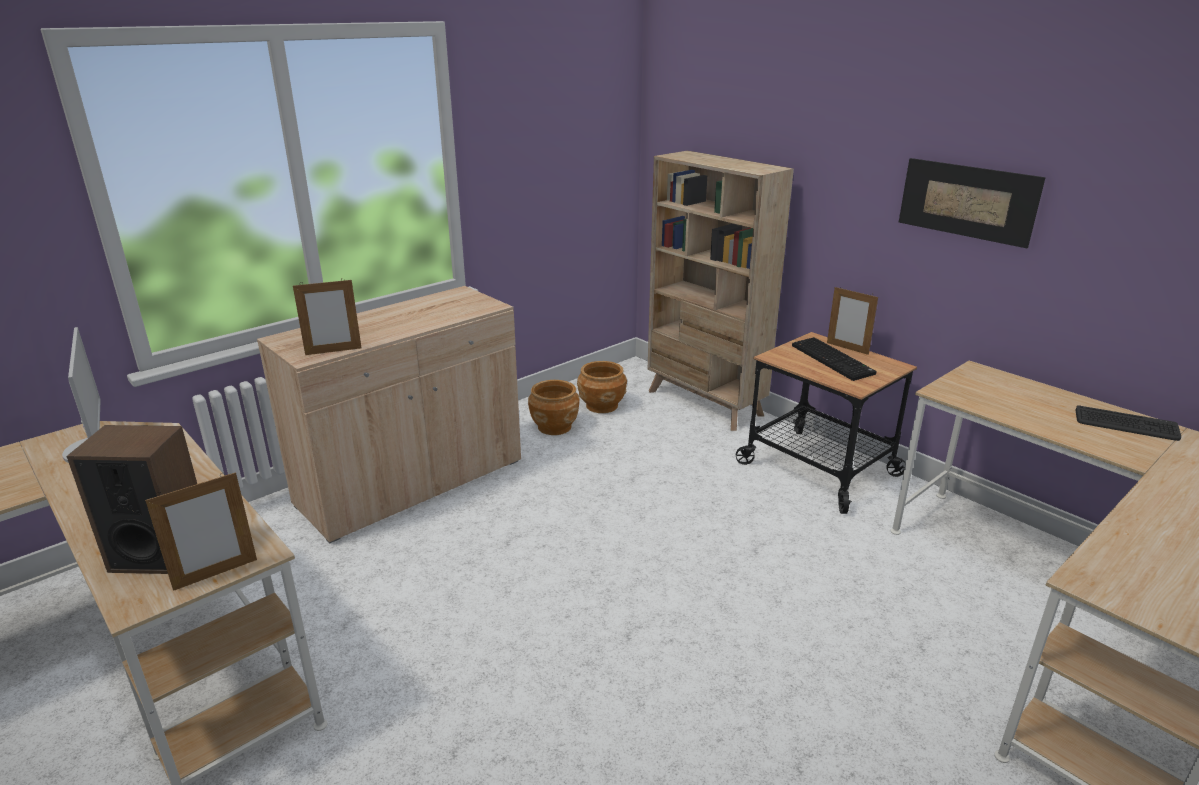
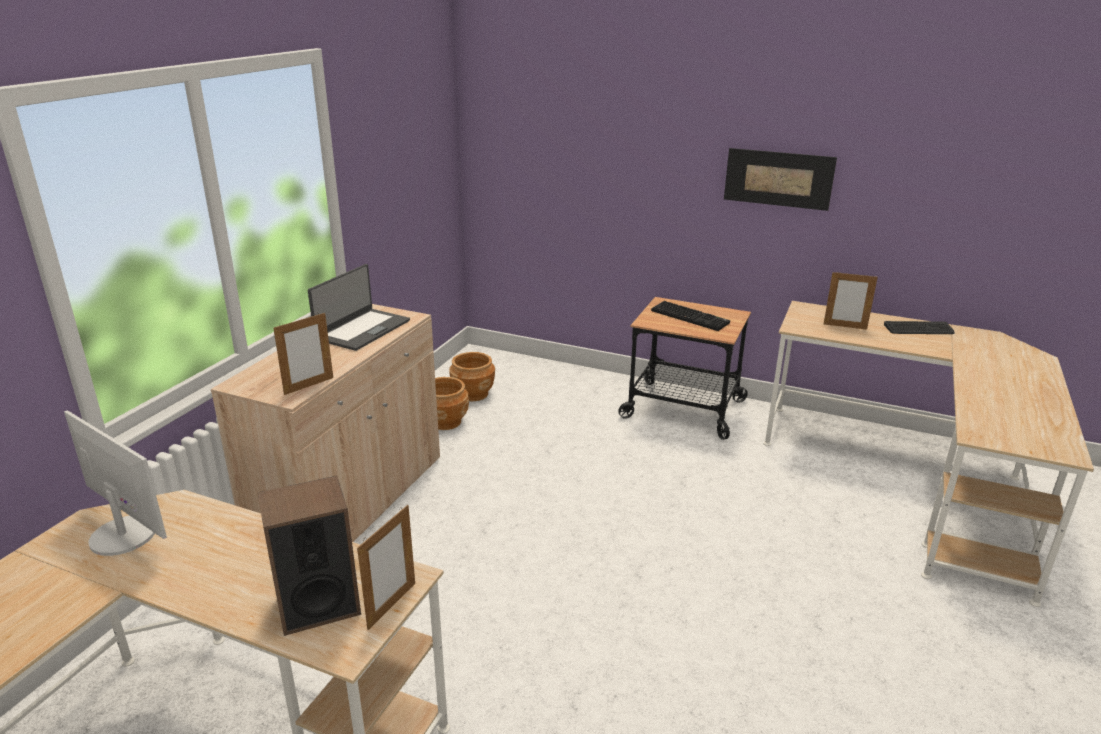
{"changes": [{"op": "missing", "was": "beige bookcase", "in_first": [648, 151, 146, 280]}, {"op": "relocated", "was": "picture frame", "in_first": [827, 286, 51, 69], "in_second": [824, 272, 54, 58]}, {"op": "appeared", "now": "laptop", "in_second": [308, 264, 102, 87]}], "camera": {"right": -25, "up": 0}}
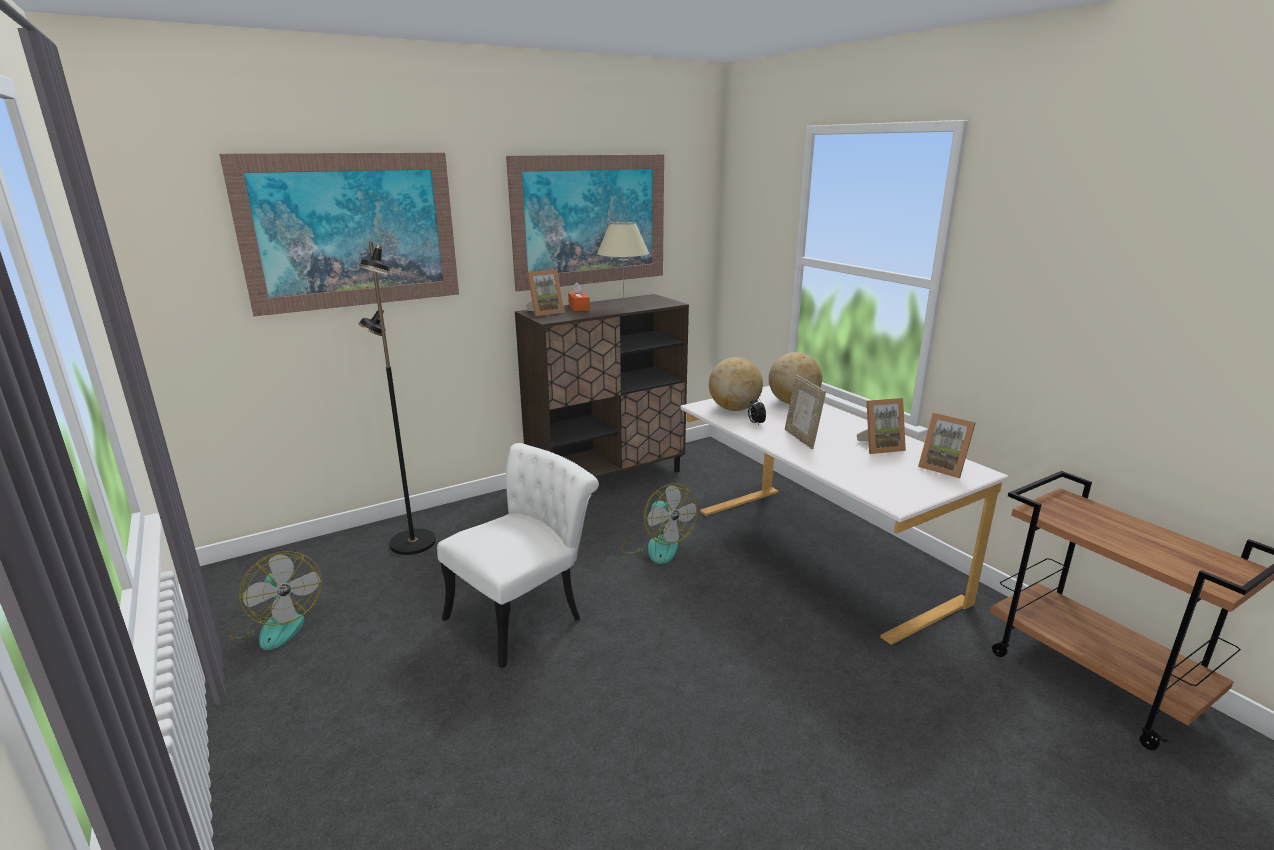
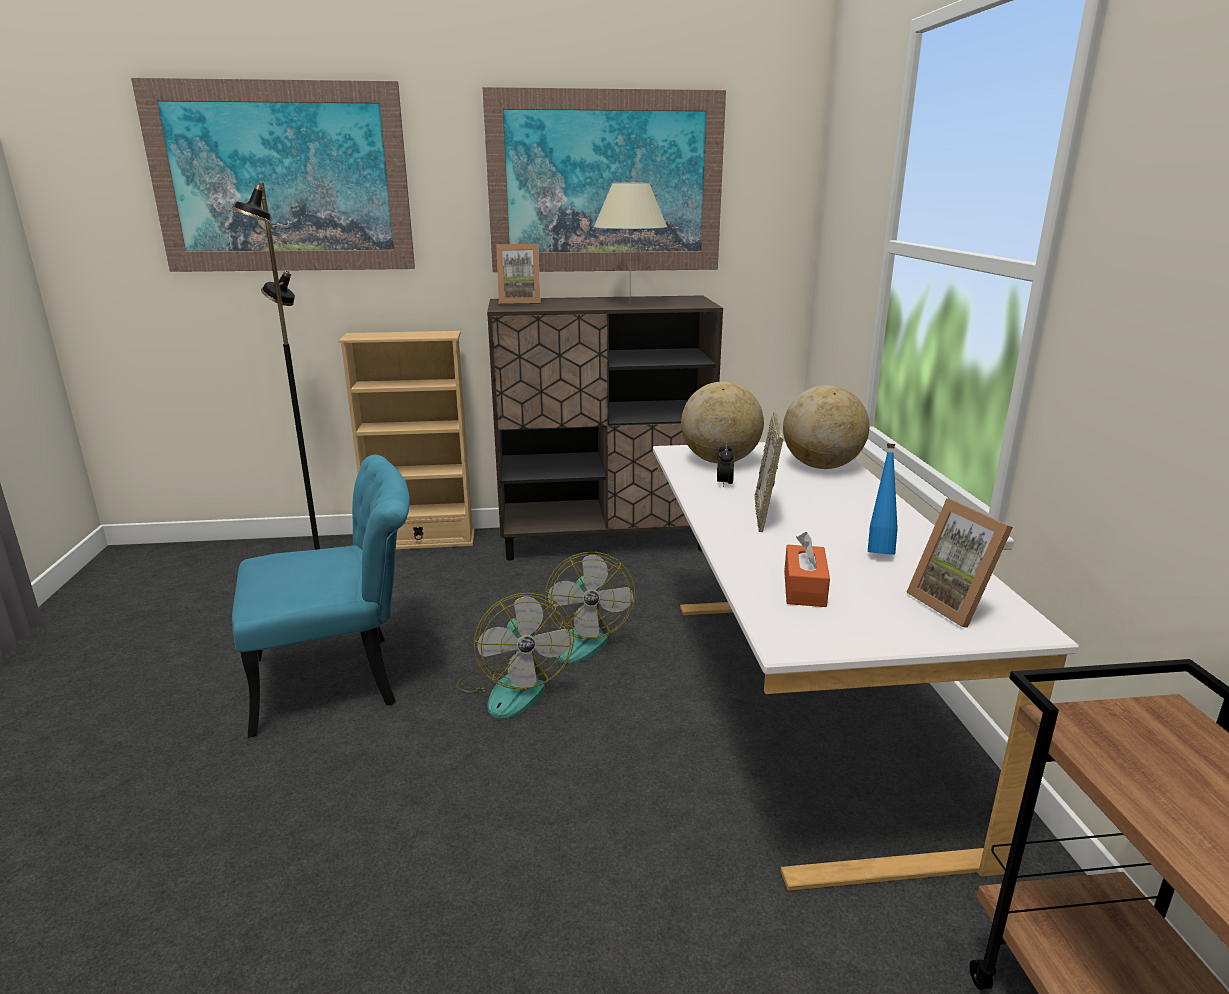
{"changes": [{"op": "relocated", "was": "fan", "in_first": [228, 551, 94, 99], "in_second": [456, 593, 118, 126]}, {"op": "colour", "was": "white chair", "now": "turquoise chair", "in_first": [437, 443, 162, 226], "in_second": [232, 455, 178, 283]}, {"op": "relocated", "was": "orange tissue box", "in_first": [568, 282, 22, 29], "in_second": [784, 532, 46, 75]}, {"op": "exchanged", "was": "picture frame", "now": "blue bottle", "in_first": [857, 398, 49, 56], "in_second": [868, 444, 30, 111]}, {"op": "appeared", "now": "beige bookcase", "in_second": [338, 331, 137, 219]}], "camera": {"right": 25, "up": 0}}
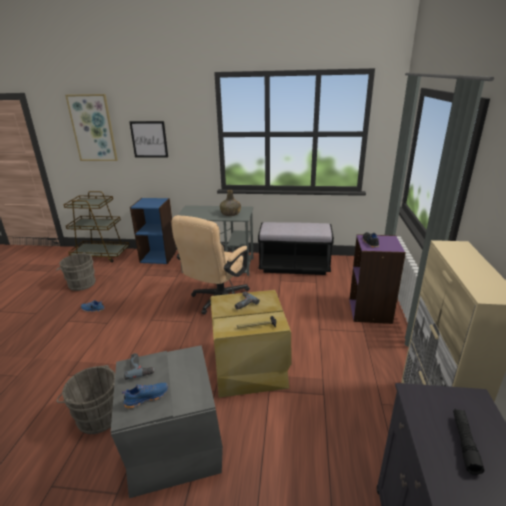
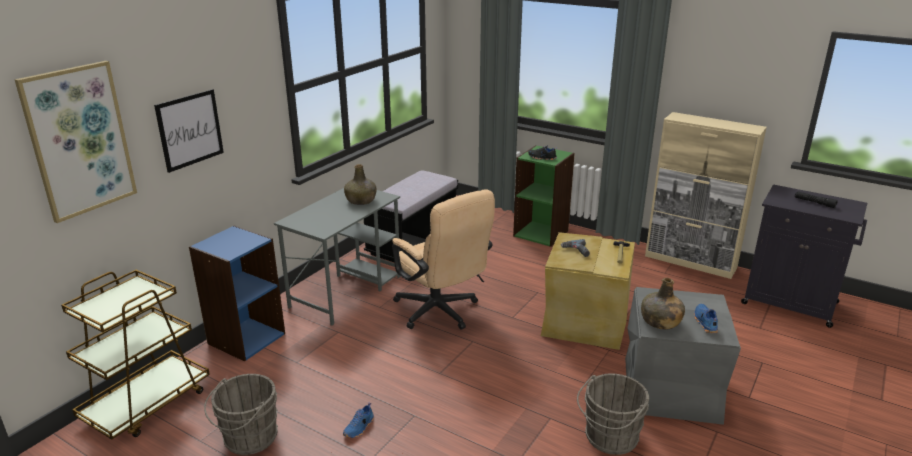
{"changes": [{"op": "exchanged", "was": "power drill", "now": "green bottle", "in_first": [124, 353, 31, 27], "in_second": [641, 277, 44, 52]}, {"op": "colour", "was": "purple bookcase", "now": "green bookcase", "in_first": [349, 234, 57, 90], "in_second": [513, 145, 62, 102]}], "camera": {"right": -65, "up": 0}}
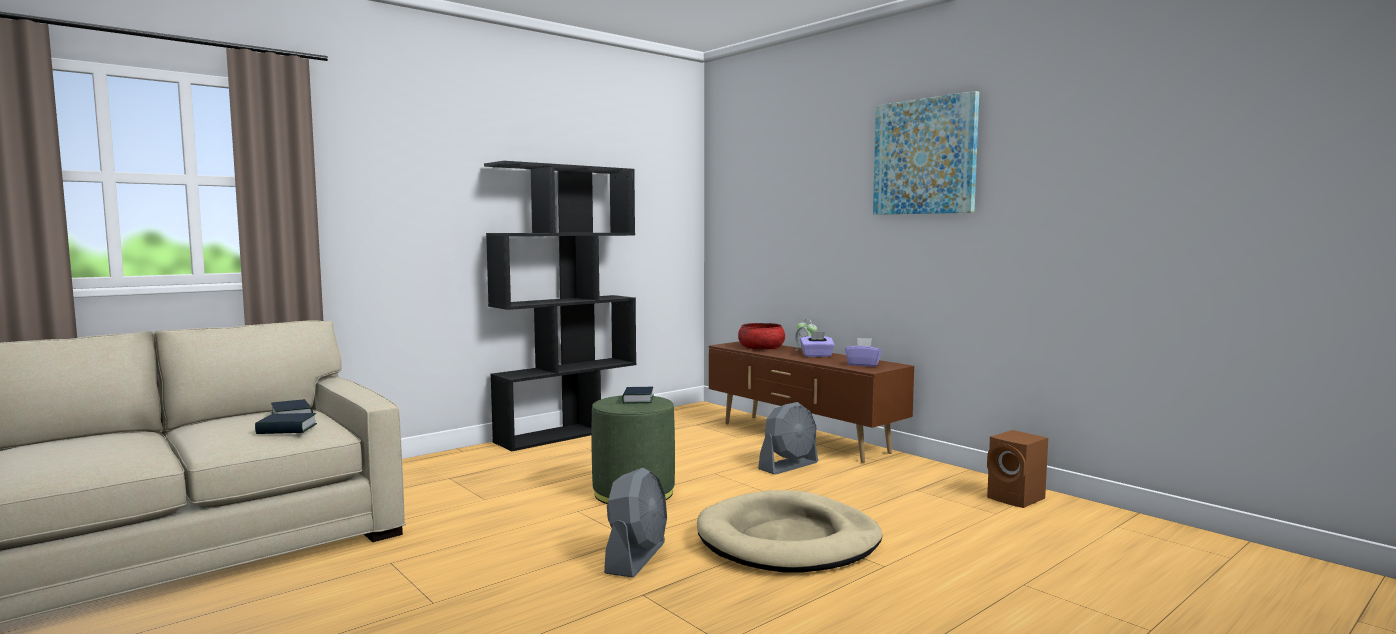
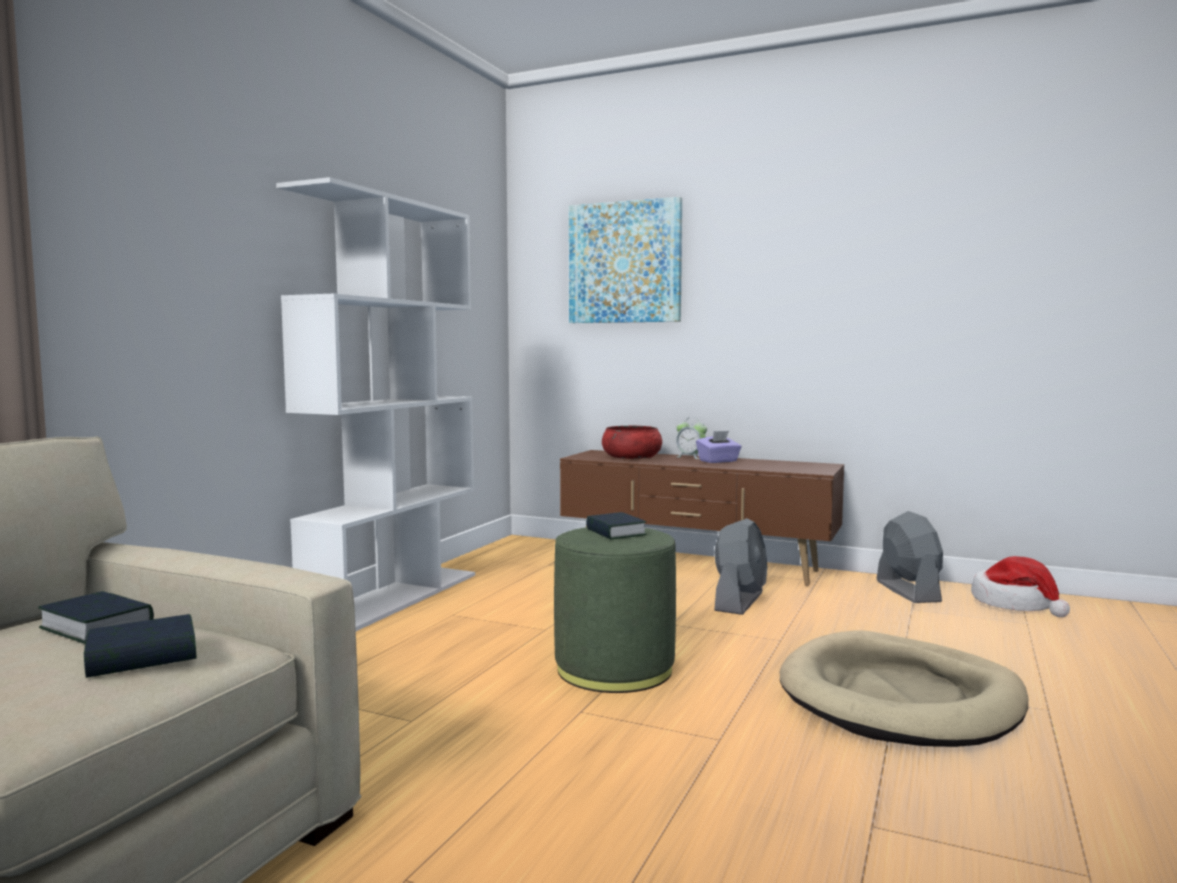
{"changes": [{"op": "colour", "was": "black bookcase", "now": "white bookcase", "in_first": [484, 161, 152, 290], "in_second": [276, 177, 199, 454]}, {"op": "relocated", "was": "grey fan", "in_first": [604, 468, 63, 110], "in_second": [877, 511, 66, 92]}, {"op": "missing", "was": "purple tissue box", "in_first": [845, 338, 37, 29]}, {"op": "relocated", "was": "picture", "in_first": [873, 91, 106, 124], "in_second": [569, 197, 113, 126]}, {"op": "exchanged", "was": "brown speaker", "now": "hat", "in_first": [987, 430, 61, 78], "in_second": [971, 556, 99, 61]}], "camera": {"right": -25, "up": 0}}
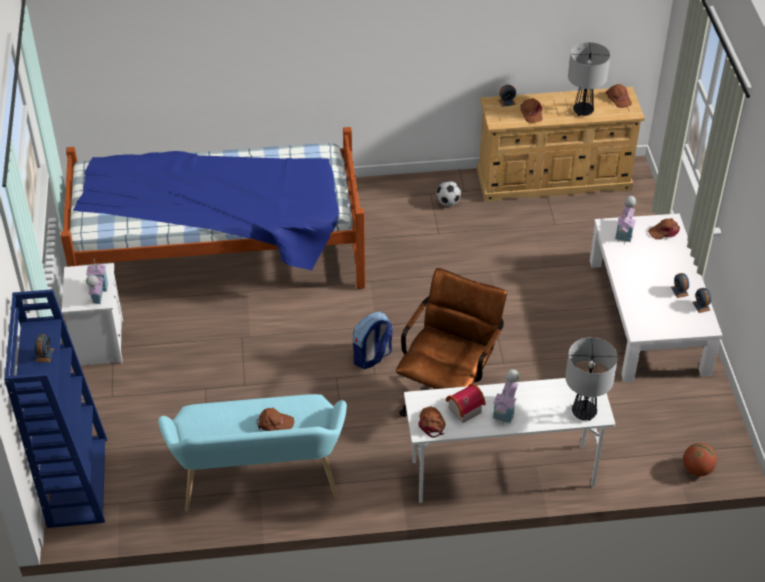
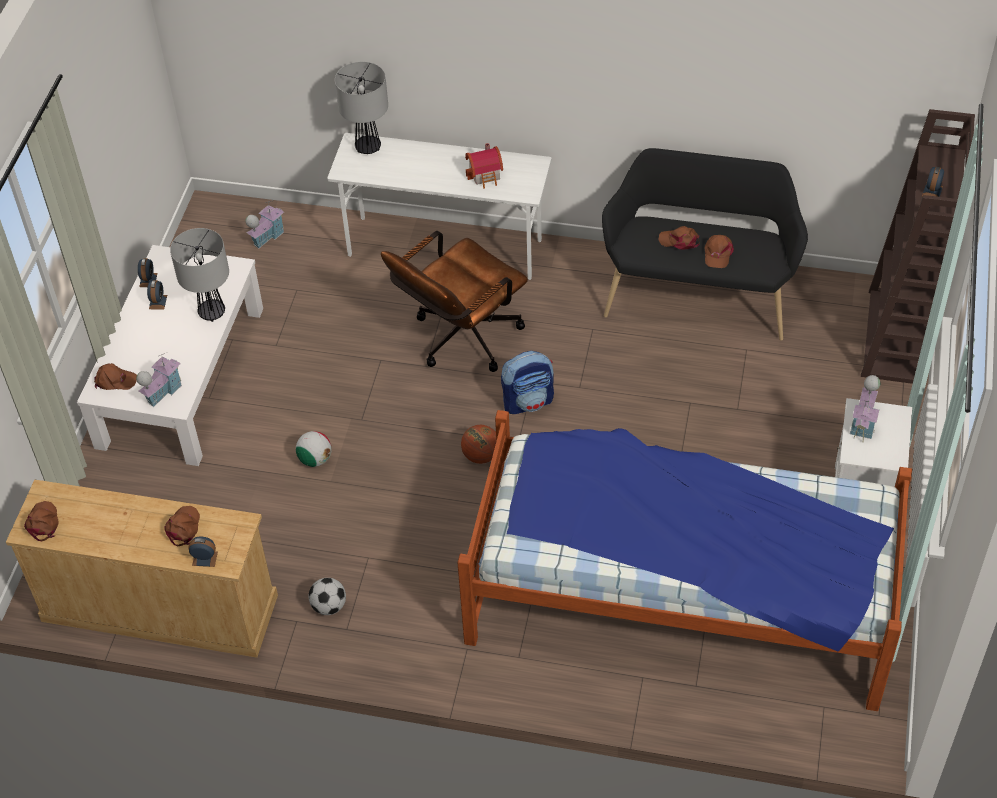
{"changes": [{"op": "colour", "was": "blue bookcase", "now": "brown bookcase", "in_first": [4, 289, 103, 239], "in_second": [861, 109, 114, 275]}, {"op": "colour", "was": "turquoise bench", "now": "black bench", "in_first": [158, 394, 189, 118], "in_second": [602, 148, 206, 193]}, {"op": "relocated", "was": "brown cap", "in_first": [418, 406, 27, 32], "in_second": [705, 235, 29, 33]}, {"op": "relocated", "was": "toy house", "in_first": [493, 369, 26, 57], "in_second": [245, 200, 39, 49]}, {"op": "relocated", "was": "table lamp", "in_first": [568, 42, 42, 74], "in_second": [170, 228, 59, 94]}, {"op": "relocated", "was": "basketball", "in_first": [683, 443, 34, 33], "in_second": [461, 425, 35, 39]}, {"op": "appeared", "now": "football", "in_second": [296, 431, 35, 36]}], "camera": {"right": -160, "up": 5}}
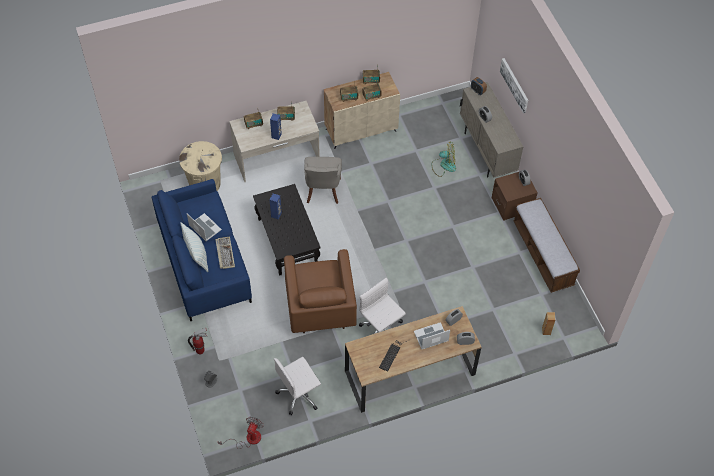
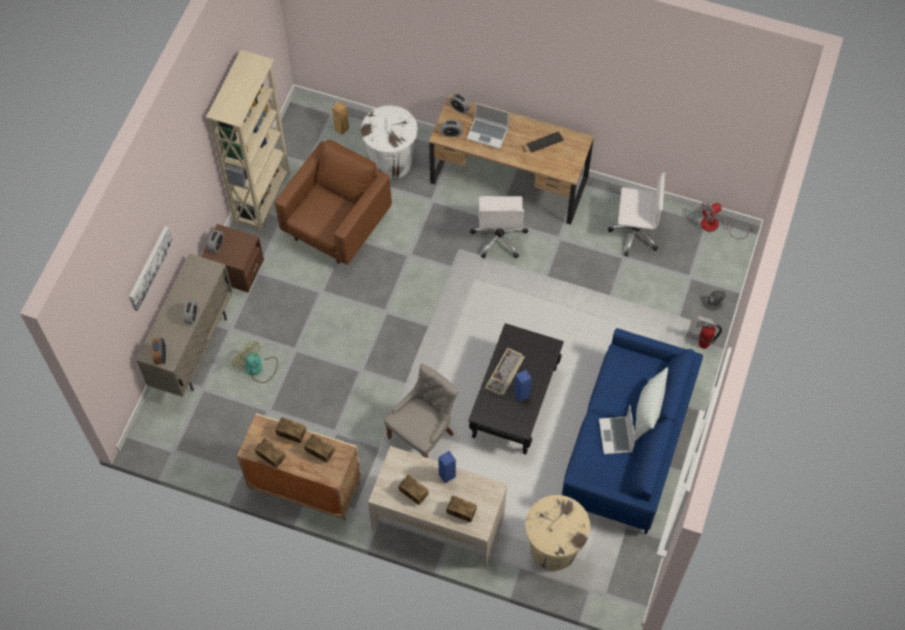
{"changes": [{"op": "relocated", "was": "keyboard", "in_first": [215, 237, 20, 32], "in_second": [485, 348, 40, 48]}, {"op": "relocated", "was": "brown armchair", "in_first": [284, 249, 73, 84], "in_second": [275, 140, 117, 124]}, {"op": "exchanged", "was": "bench", "now": "beige bookcase", "in_first": [513, 198, 67, 95], "in_second": [206, 50, 84, 183]}, {"op": "appeared", "now": "white trash can", "in_second": [361, 105, 57, 75]}], "camera": {"right": -140, "up": 5}}
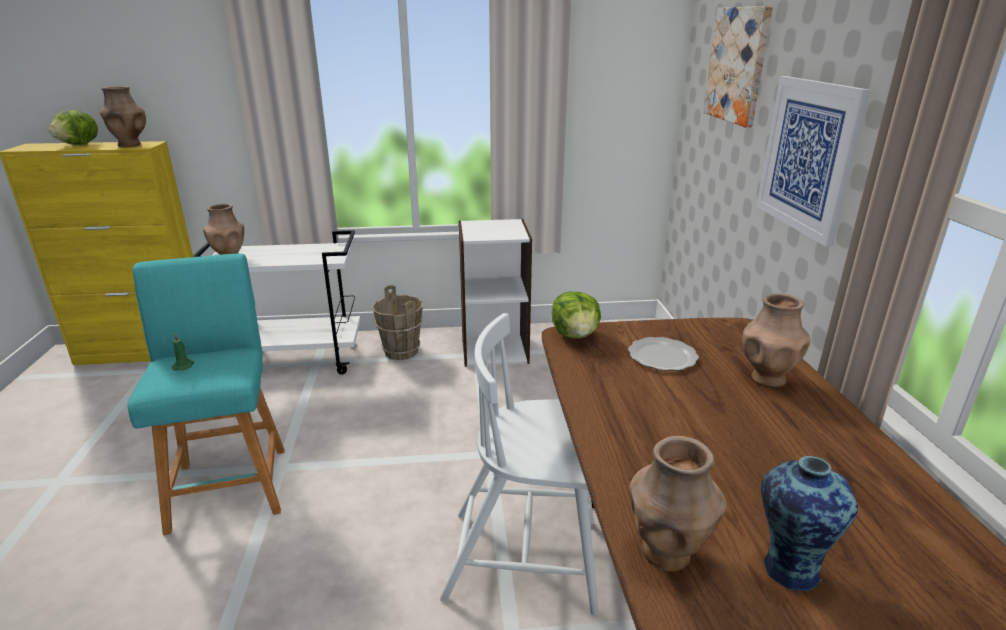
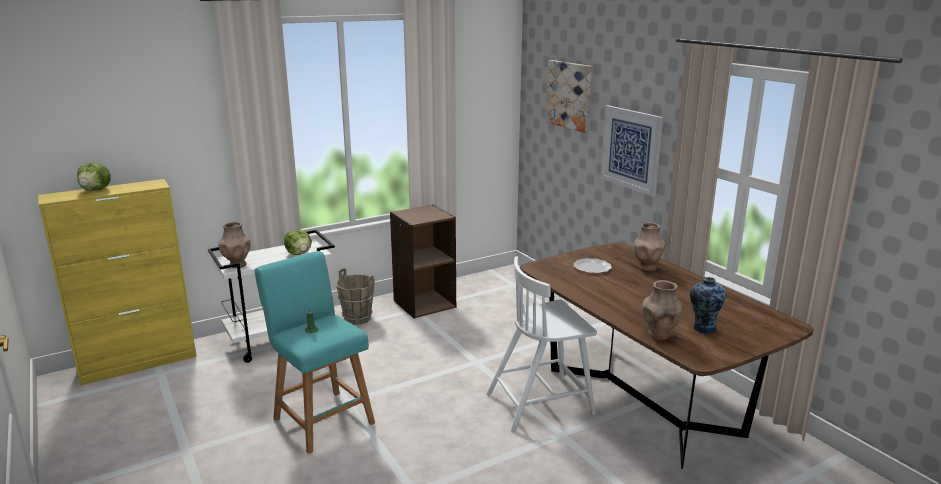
{"changes": [{"op": "missing", "was": "brown vase", "in_first": [100, 86, 46, 61]}, {"op": "colour", "was": "white bookcase", "now": "brown bookcase", "in_first": [459, 219, 73, 148], "in_second": [390, 204, 66, 114]}, {"op": "relocated", "was": "lettuce", "in_first": [552, 291, 49, 48], "in_second": [284, 230, 28, 25]}], "camera": {"right": -25, "up": -5}}
